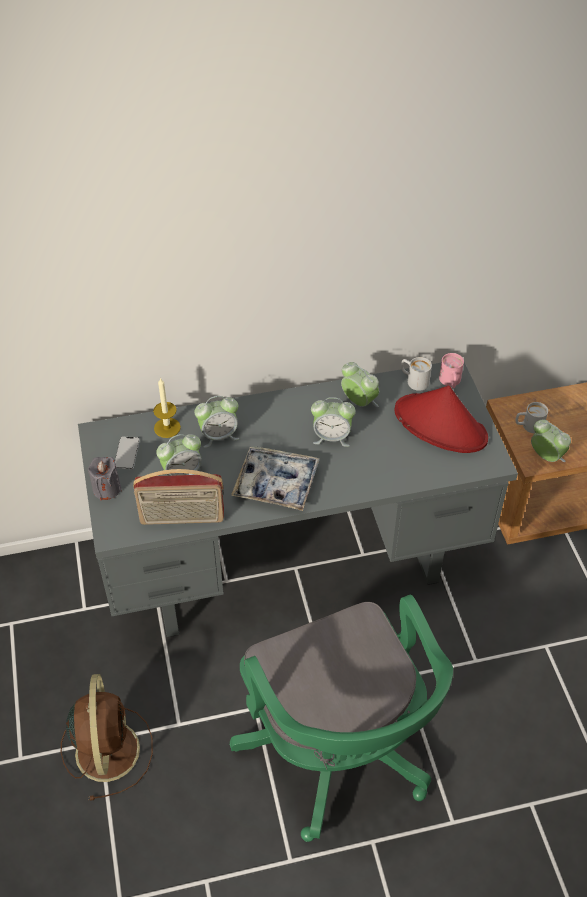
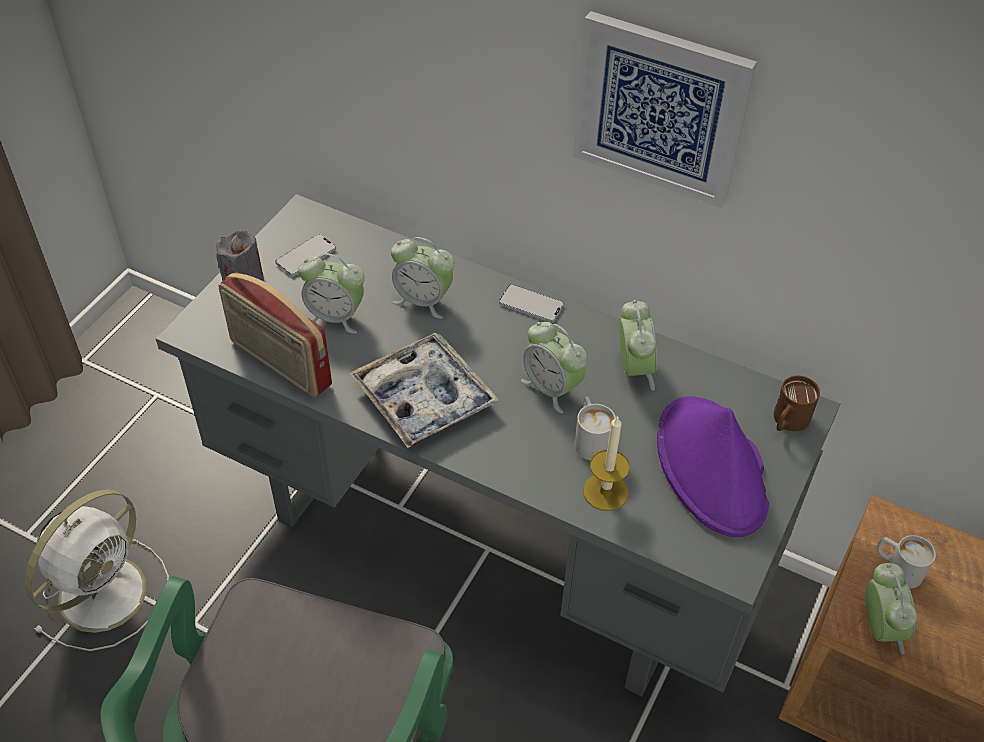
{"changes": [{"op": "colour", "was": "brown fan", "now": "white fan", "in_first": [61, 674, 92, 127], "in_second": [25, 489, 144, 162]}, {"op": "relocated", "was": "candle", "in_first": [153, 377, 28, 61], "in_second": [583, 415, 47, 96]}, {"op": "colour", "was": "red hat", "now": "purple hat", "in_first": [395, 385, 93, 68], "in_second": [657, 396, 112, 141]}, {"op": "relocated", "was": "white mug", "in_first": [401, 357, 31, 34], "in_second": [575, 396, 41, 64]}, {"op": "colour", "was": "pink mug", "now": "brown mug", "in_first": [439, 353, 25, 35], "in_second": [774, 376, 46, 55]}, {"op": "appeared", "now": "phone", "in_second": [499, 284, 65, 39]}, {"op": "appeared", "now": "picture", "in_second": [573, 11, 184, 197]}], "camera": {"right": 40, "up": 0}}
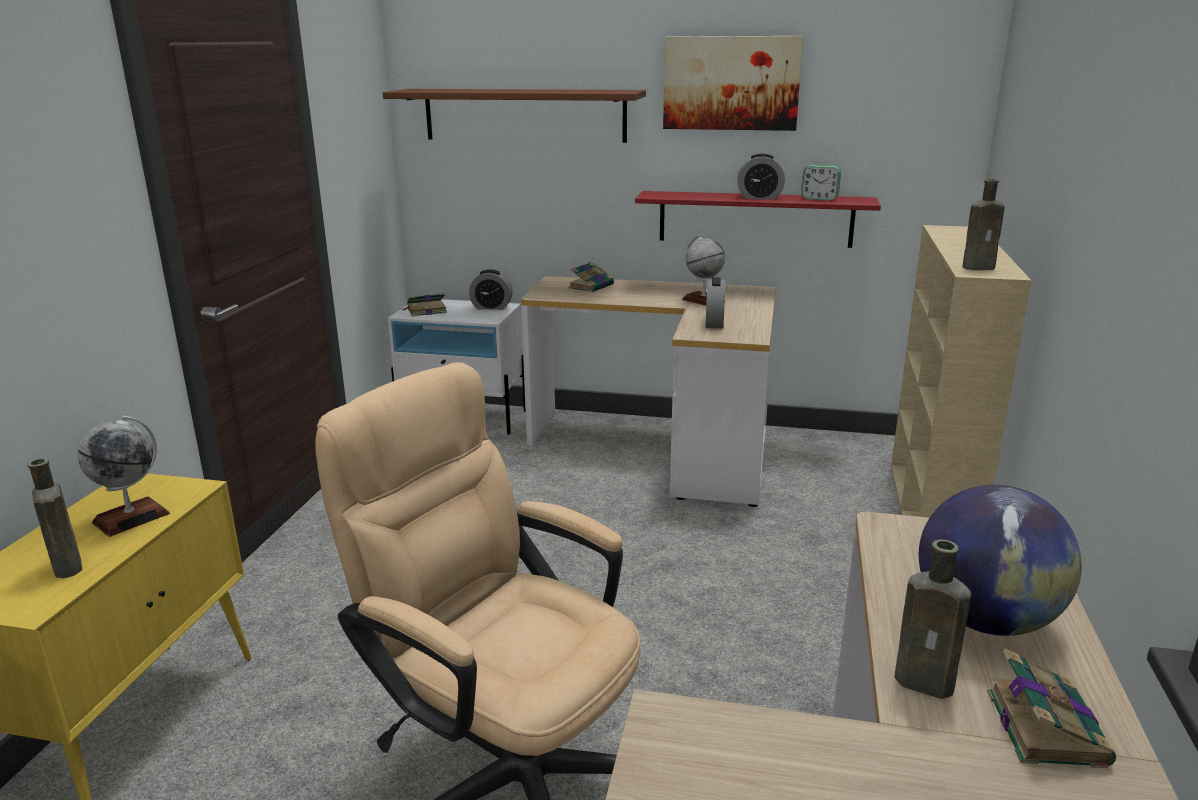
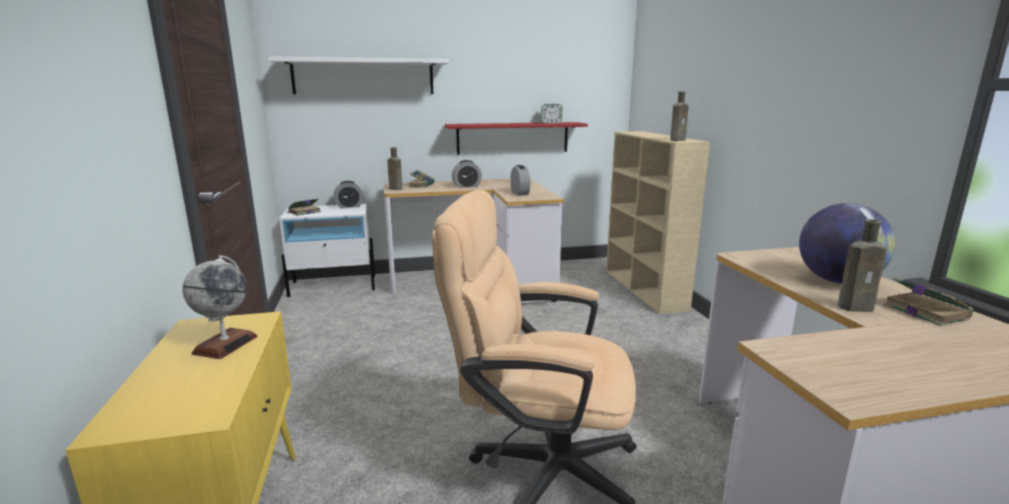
{"changes": [{"op": "relocated", "was": "brown bottle", "in_first": [28, 458, 54, 120], "in_second": [387, 147, 15, 43]}, {"op": "colour", "was": "brown shelf", "now": "white shelf", "in_first": [383, 89, 263, 54], "in_second": [268, 56, 181, 38]}, {"op": "missing", "was": "picture", "in_first": [663, 36, 140, 95]}, {"op": "missing", "was": "globe", "in_first": [682, 235, 43, 70]}, {"op": "relocated", "was": "alarm clock", "in_first": [737, 153, 48, 46], "in_second": [452, 160, 30, 28]}], "camera": {"right": -25, "up": -5}}
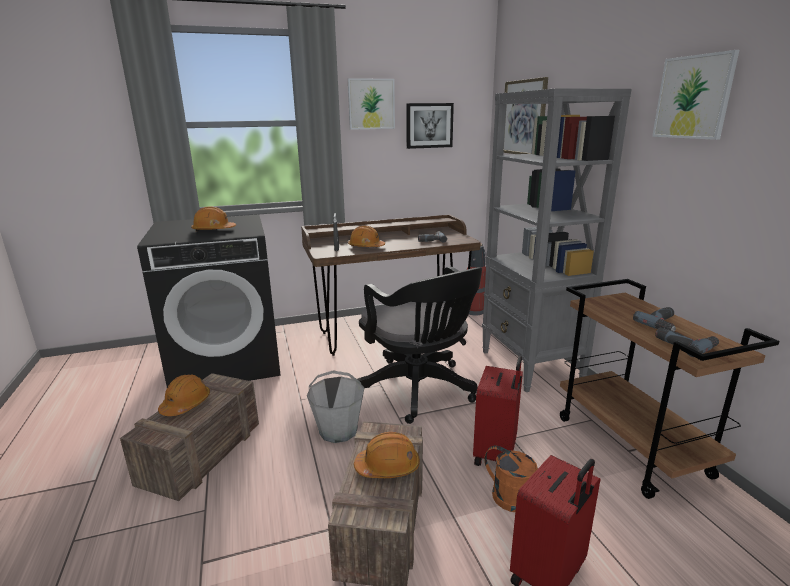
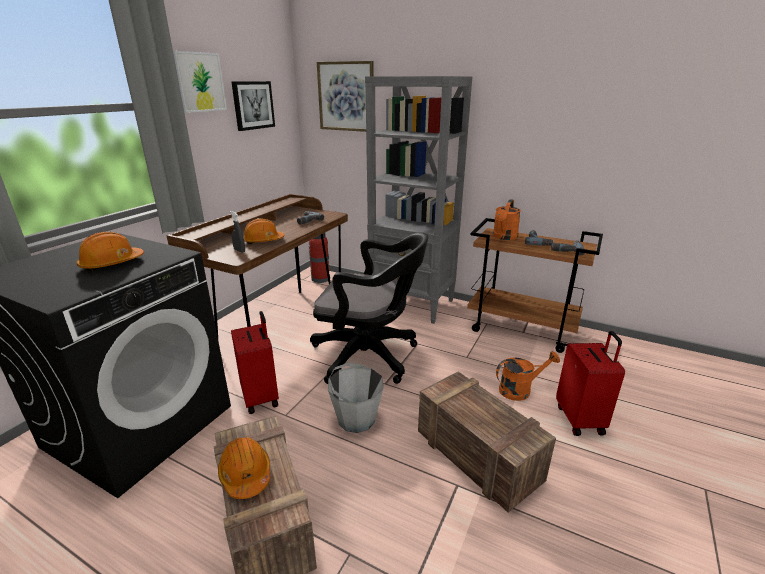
{"changes": [{"op": "missing", "was": "orange hard hat", "in_first": [354, 432, 66, 46]}, {"op": "relocated", "was": "red suitcase", "in_first": [473, 356, 50, 110], "in_second": [231, 311, 48, 103]}, {"op": "missing", "was": "picture", "in_first": [652, 50, 87, 90]}, {"op": "appeared", "now": "orange watering can", "in_second": [493, 199, 28, 41]}], "camera": {"right": -45, "up": 5}}
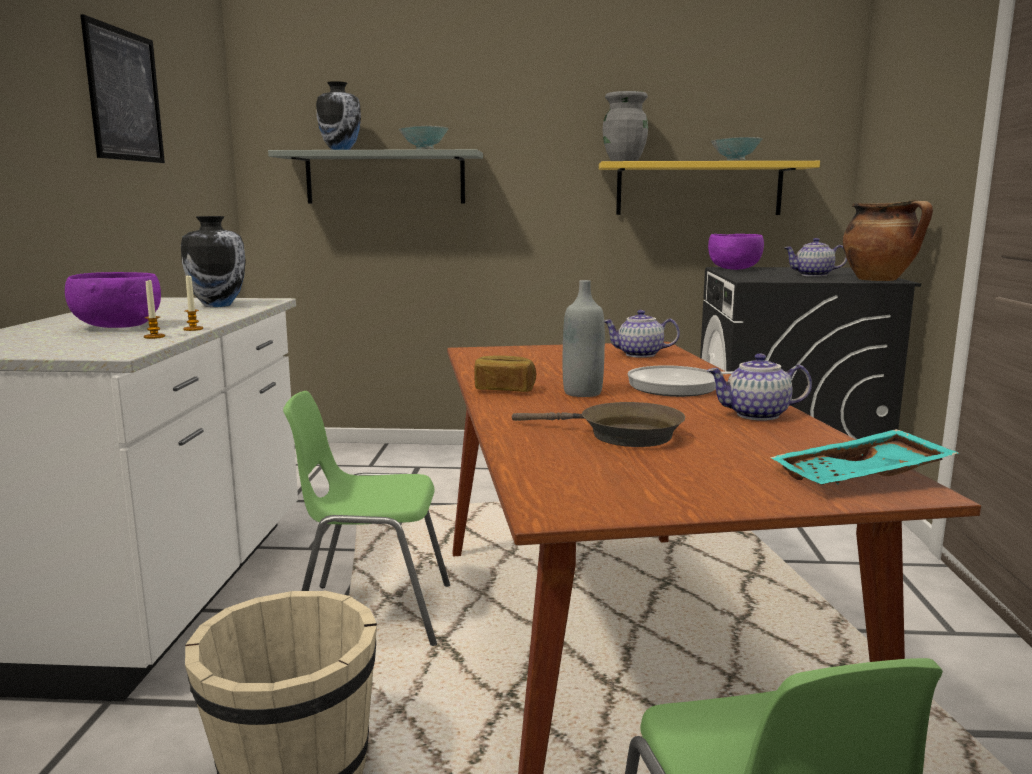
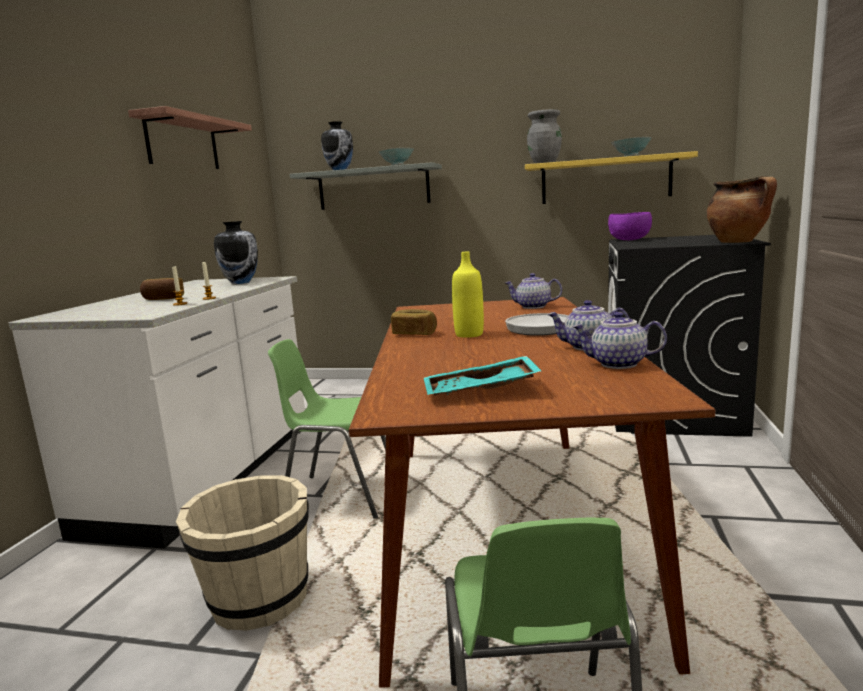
{"changes": [{"op": "exchanged", "was": "purple bowl", "now": "bread", "in_first": [65, 272, 96, 56], "in_second": [140, 278, 44, 22]}, {"op": "exchanged", "was": "picture", "now": "shelf", "in_first": [80, 14, 85, 149], "in_second": [128, 106, 124, 63]}, {"op": "missing", "was": "brown frying pan", "in_first": [512, 402, 173, 45]}, {"op": "colour", "was": "grey bottle", "now": "yellow bottle", "in_first": [563, 280, 42, 117], "in_second": [452, 251, 32, 87]}, {"op": "relocated", "was": "turquoise tray", "in_first": [770, 429, 189, 56], "in_second": [424, 356, 118, 40]}, {"op": "relocated", "was": "teapot", "in_first": [785, 238, 62, 39], "in_second": [572, 312, 95, 57]}], "camera": {"right": 10, "up": 0}}
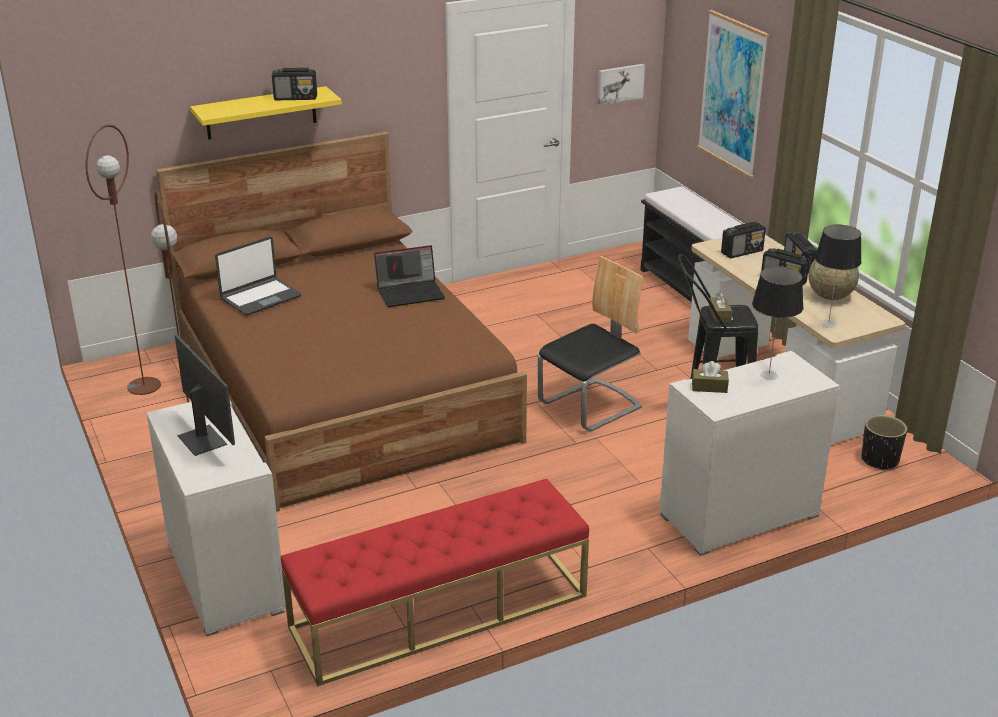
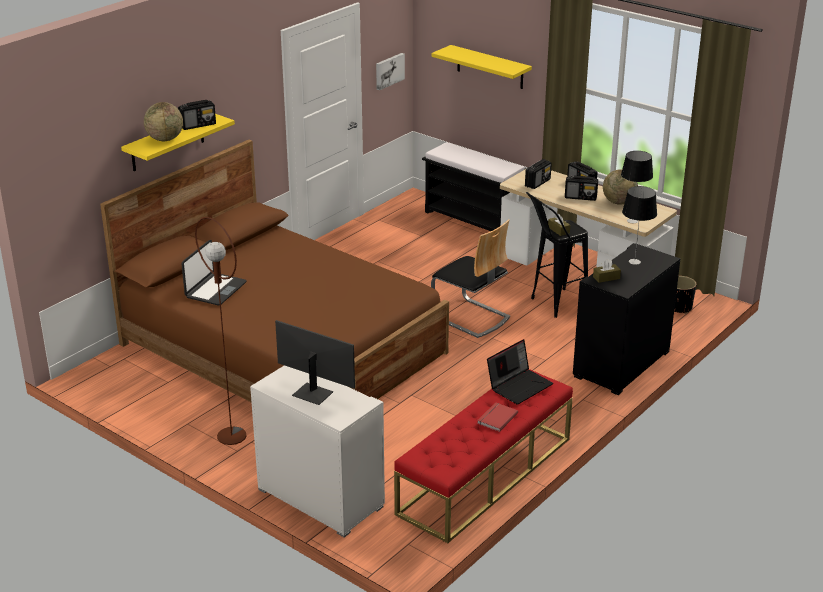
{"changes": [{"op": "missing", "was": "brown floor lamp", "in_first": [86, 124, 75, 271]}, {"op": "relocated", "was": "laptop", "in_first": [374, 245, 71, 62], "in_second": [487, 339, 66, 66]}, {"op": "spun", "was": "chair", "in_first": [537, 256, 107, 175], "in_second": [431, 219, 79, 119], "clockwise": 105}, {"op": "colour", "was": "white dresser", "now": "black dresser", "in_first": [659, 351, 181, 205], "in_second": [573, 243, 107, 152]}, {"op": "exchanged", "was": "picture", "now": "yellow shelf", "in_first": [697, 10, 72, 169], "in_second": [431, 45, 101, 44]}, {"op": "appeared", "now": "globe", "in_second": [144, 102, 39, 39]}, {"op": "appeared", "now": "red book", "in_second": [477, 402, 41, 30]}], "camera": {"right": -25, "up": 0}}
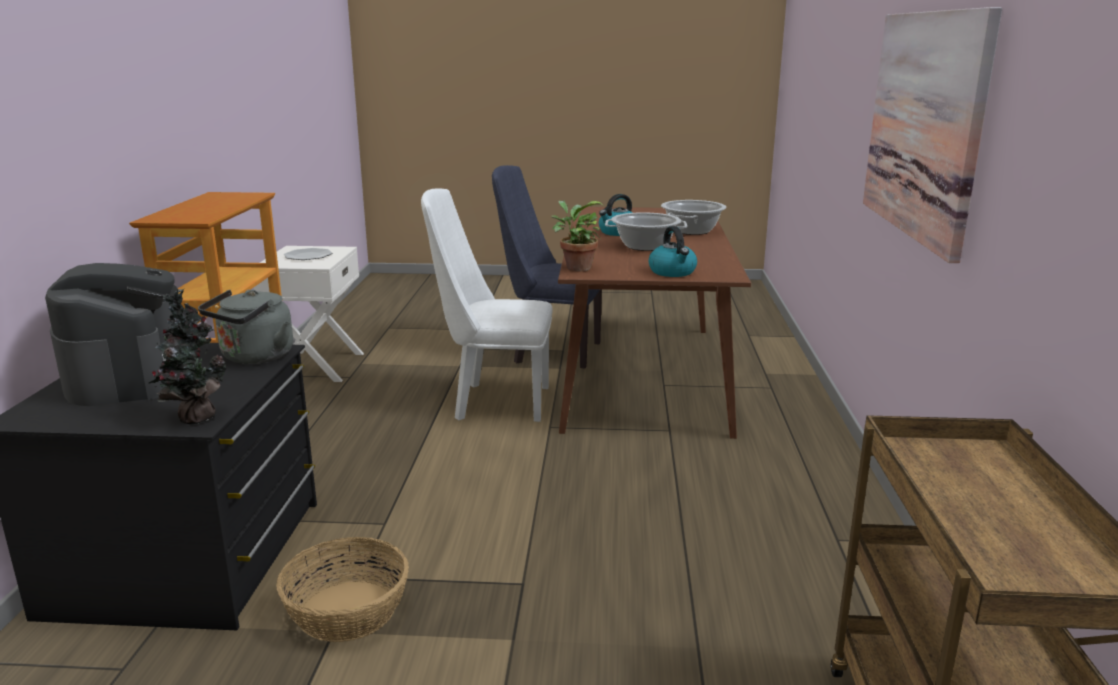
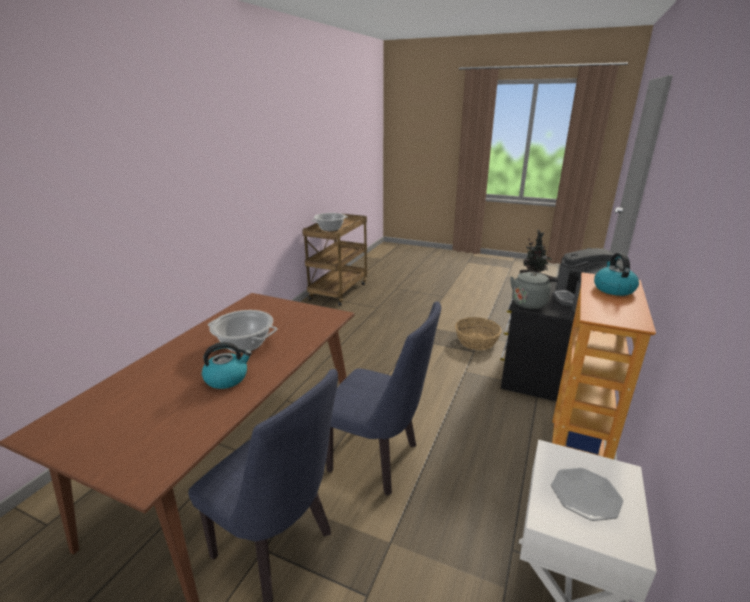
{"changes": [{"op": "colour", "was": "white chair", "now": "blue chair", "in_first": [421, 189, 131, 233], "in_second": [326, 302, 115, 194]}, {"op": "missing", "was": "potted plant", "in_first": [551, 200, 52, 71]}, {"op": "relocated", "was": "kettle", "in_first": [649, 226, 48, 51], "in_second": [594, 253, 45, 43]}, {"op": "relocated", "was": "cooking pot", "in_first": [661, 200, 65, 35], "in_second": [311, 213, 37, 18]}, {"op": "missing", "was": "picture", "in_first": [863, 7, 139, 256]}], "camera": {"right": -160, "up": 5}}
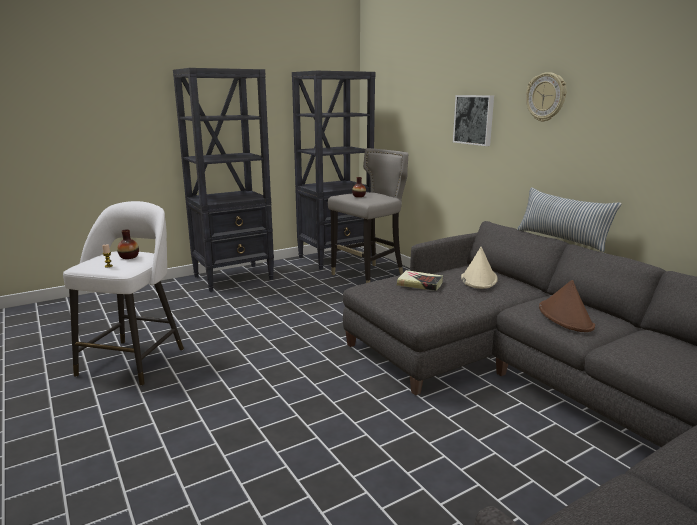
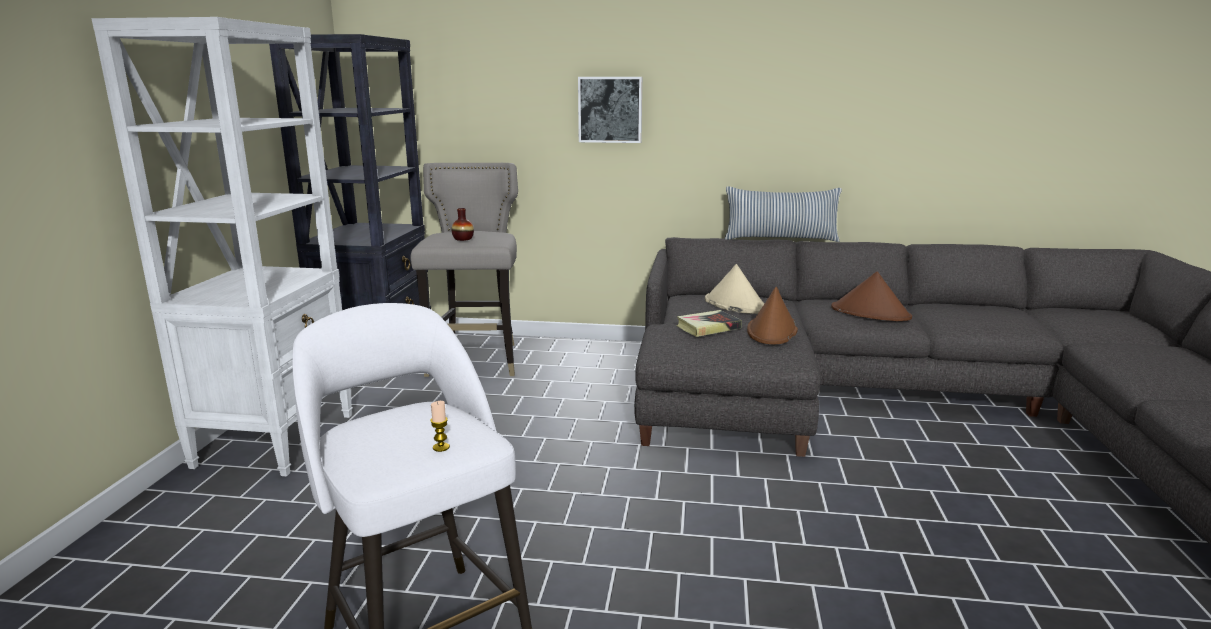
{"changes": [{"op": "missing", "was": "vase", "in_first": [117, 229, 22, 30]}, {"op": "colour", "was": "black bookcase", "now": "white bookcase", "in_first": [173, 68, 101, 224], "in_second": [91, 17, 262, 460]}, {"op": "missing", "was": "wall clock", "in_first": [526, 72, 40, 50]}, {"op": "appeared", "now": "brown hat", "in_second": [747, 287, 51, 57]}], "camera": {"right": -50, "up": 0}}
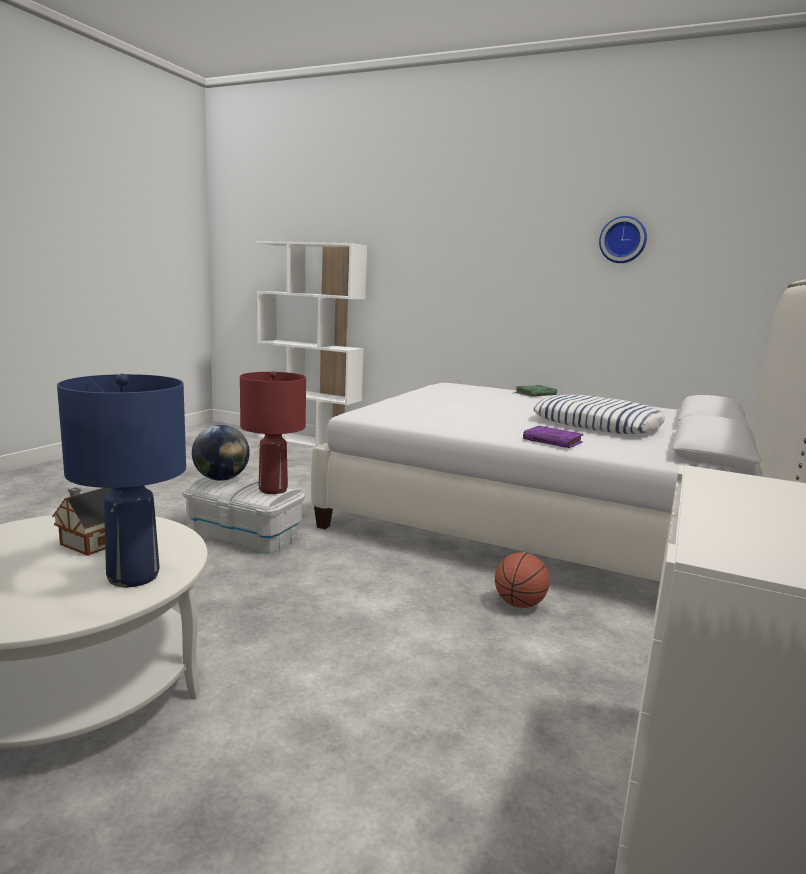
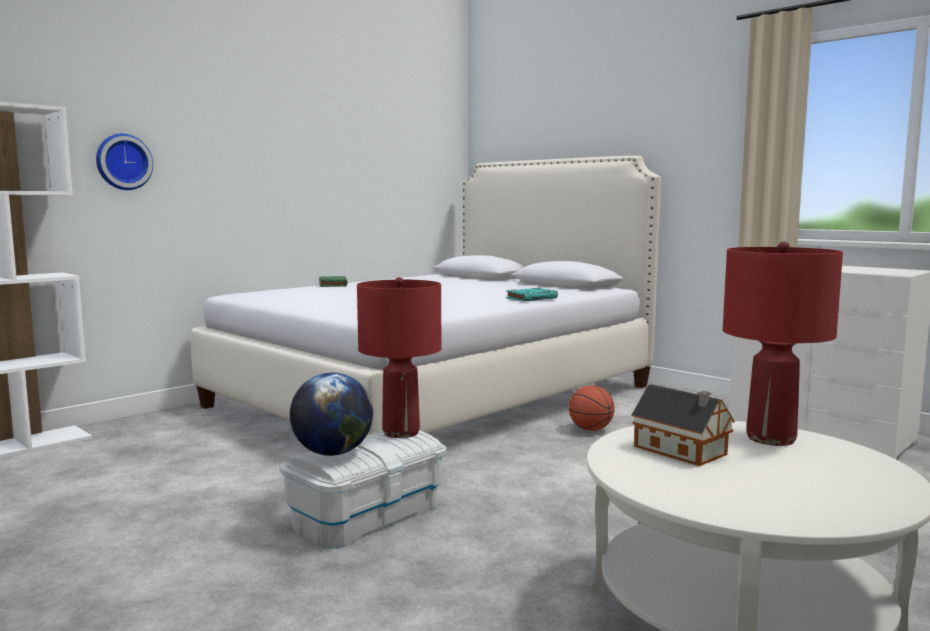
{"changes": [{"op": "colour", "was": "blue table lamp", "now": "red table lamp", "in_first": [57, 374, 129, 213], "in_second": [723, 242, 120, 204]}, {"op": "colour", "was": "purple book", "now": "turquoise book", "in_first": [523, 426, 61, 22], "in_second": [506, 288, 52, 13]}, {"op": "missing", "was": "pillow", "in_first": [533, 395, 132, 39]}, {"op": "relocated", "was": "wall clock", "in_first": [599, 216, 48, 47], "in_second": [96, 134, 57, 56]}], "camera": {"right": -70, "up": -5}}
